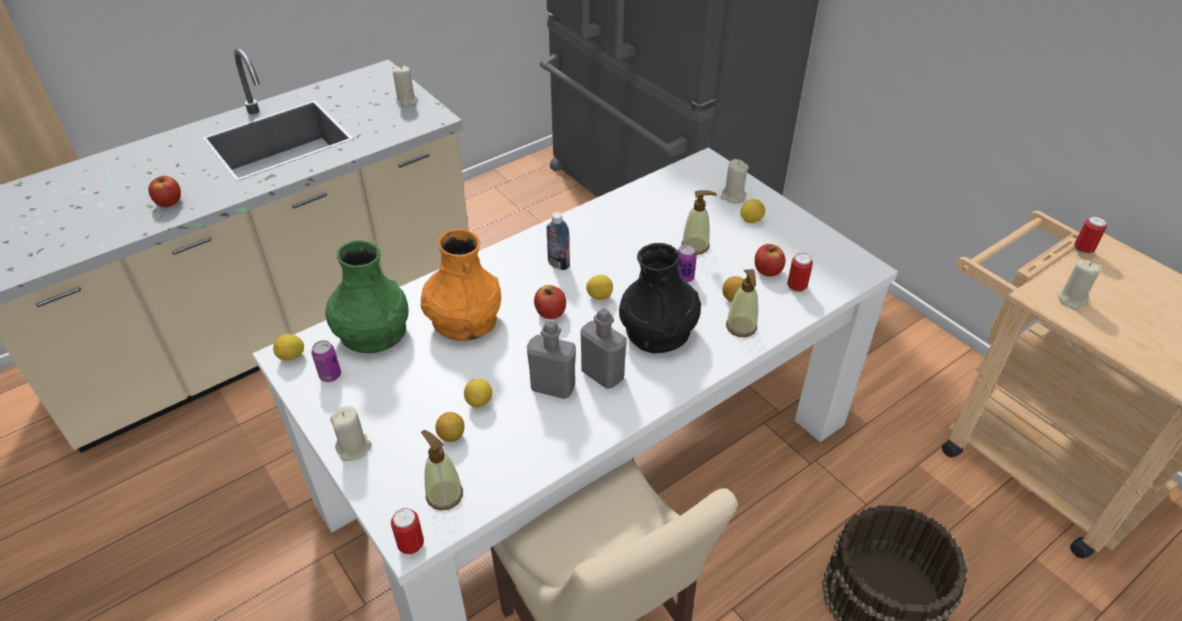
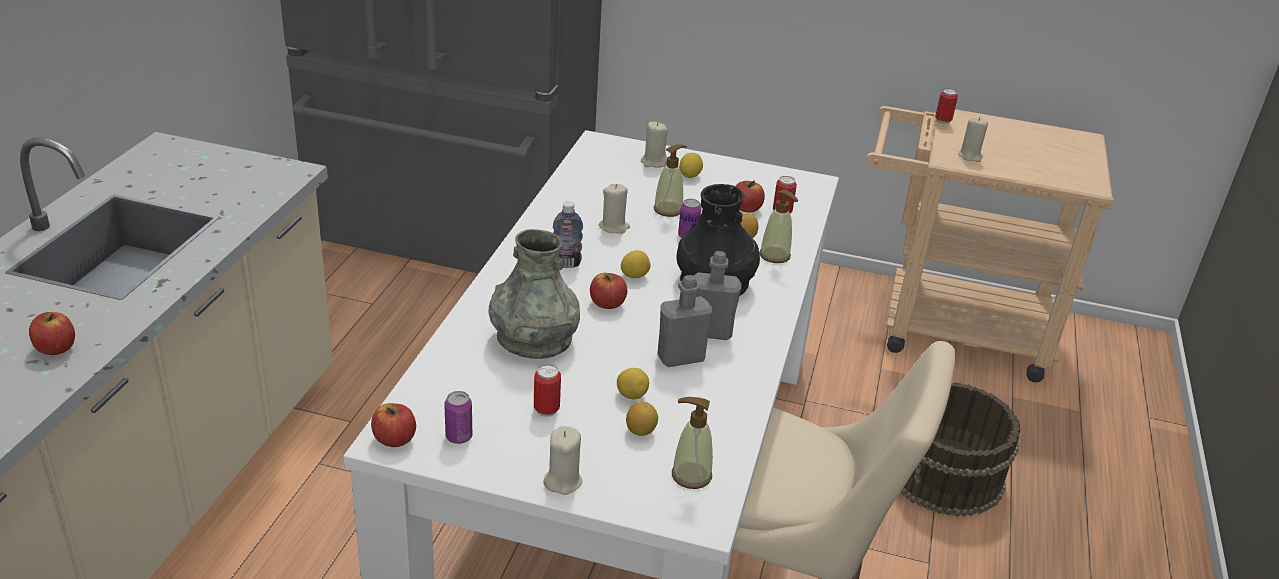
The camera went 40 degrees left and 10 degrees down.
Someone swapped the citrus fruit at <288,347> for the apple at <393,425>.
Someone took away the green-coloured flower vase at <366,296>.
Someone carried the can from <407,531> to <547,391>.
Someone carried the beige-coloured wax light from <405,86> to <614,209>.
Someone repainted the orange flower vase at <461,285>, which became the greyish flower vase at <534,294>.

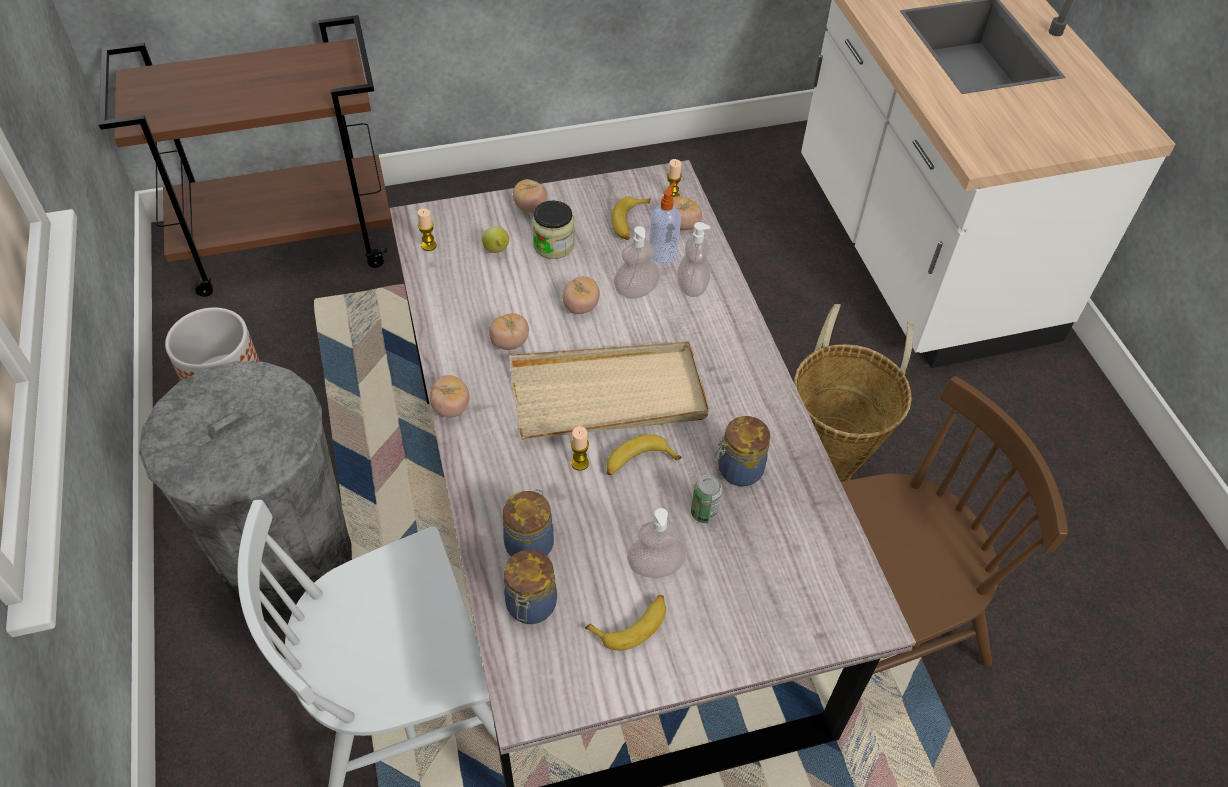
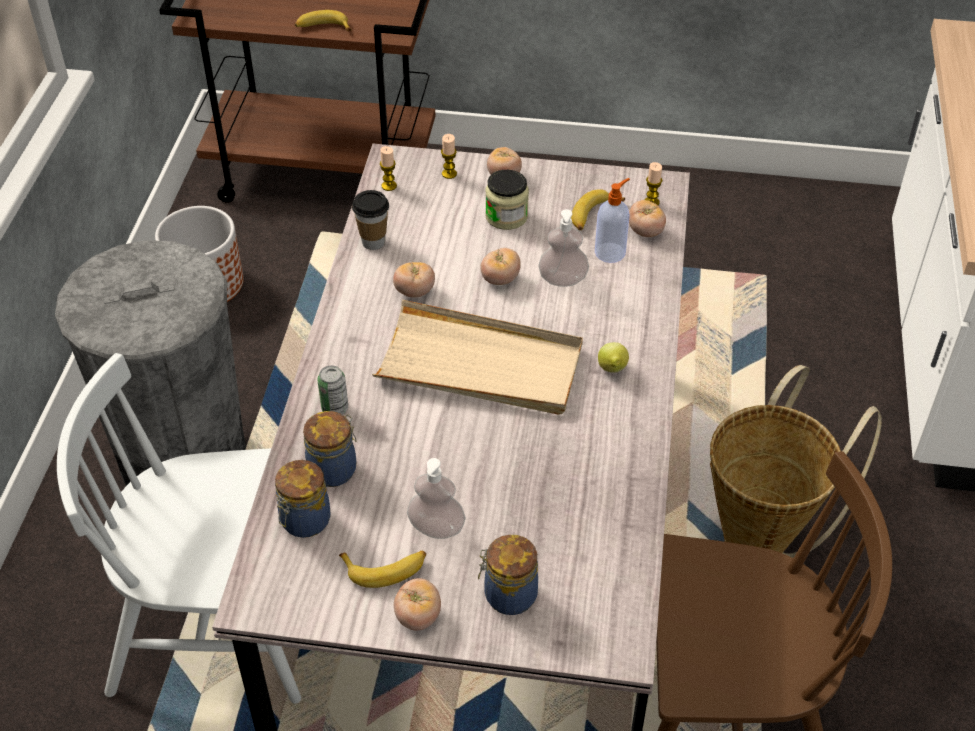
The camera went 25 degrees right and 5 degrees down.
Someone carried the tomato from <449,396> to <417,604>.
Someone carried the citrus fruit from <495,239> to <613,357>.
Someone carried the wax light from <580,448> to <449,156>.
Someone carried the banana from <644,454> to <323,20>.
Someone took away the soap dispenser at <693,259>.
Someone carried the can from <707,499> to <332,390>.
Someone carried the preserve jar from <742,451> to <508,575>.
Someone put down the drinking cup at <370,220>.

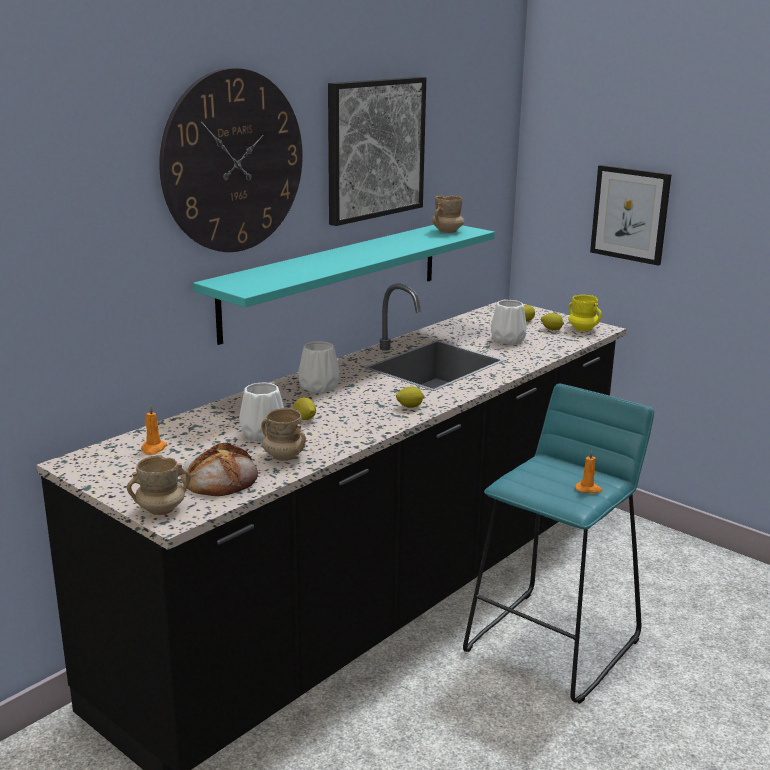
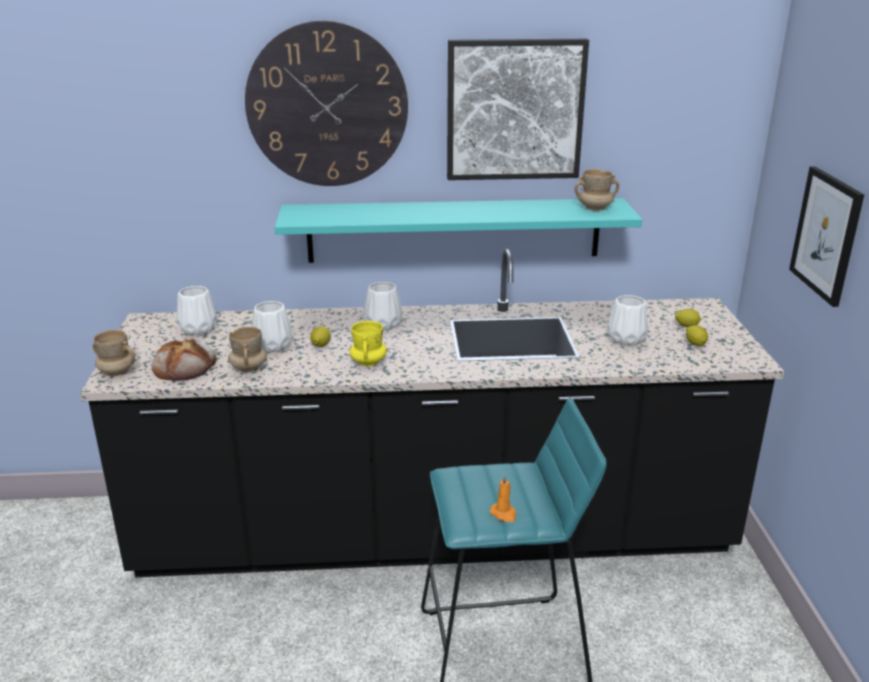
The camera went 45 degrees right and 5 degrees up.
Someone swapped the orange wax light at <154,429> for the white-coloured flower vase at <197,310>.
Someone took away the citrus fruit at <410,397>.
Someone carried the yellow-coloured mug from <585,313> to <368,343>.

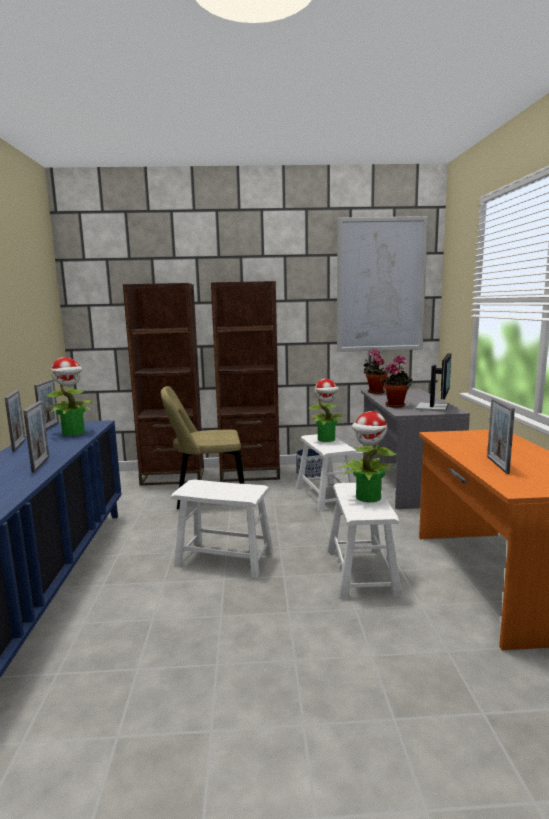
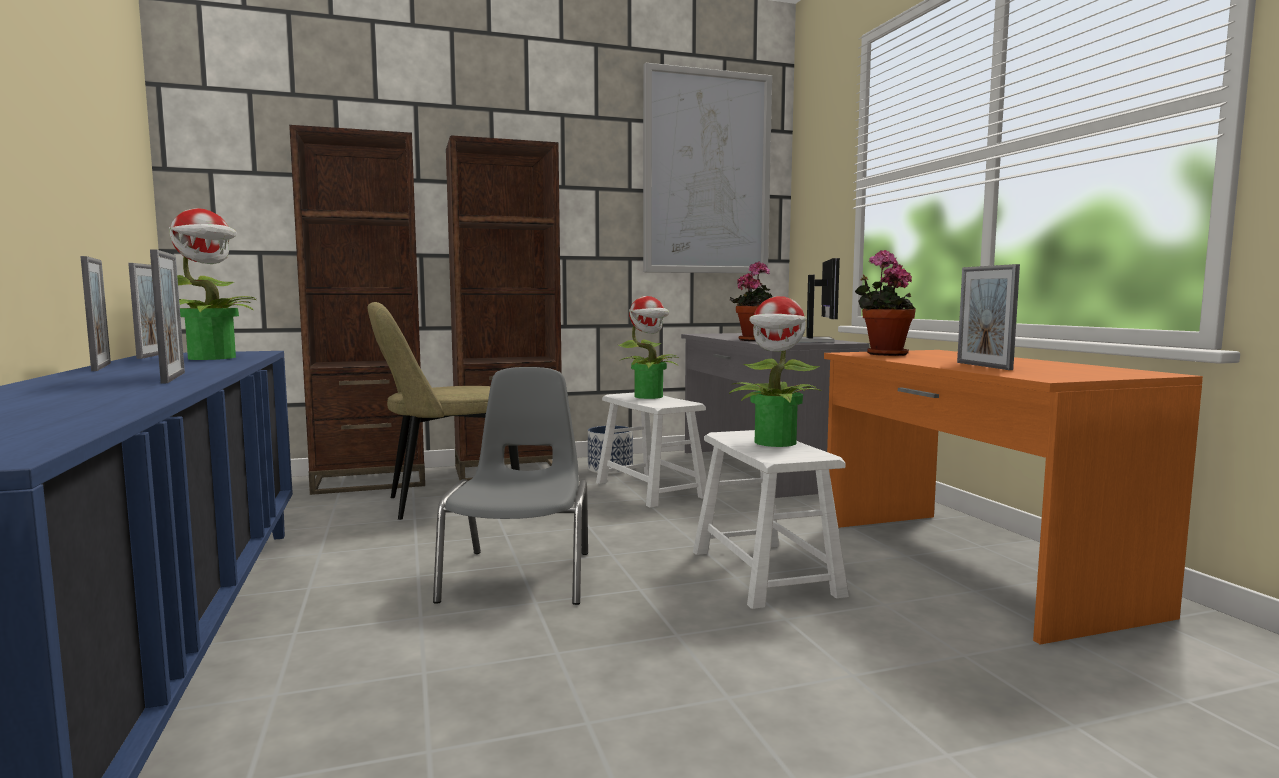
The camera went 15 degrees left and 5 degrees down.
Someone swapped the white-coloured stool at <222,529> for the greyish upright chair at <510,486>.
Someone carried the plant in a pot from <375,371> to <885,303>.

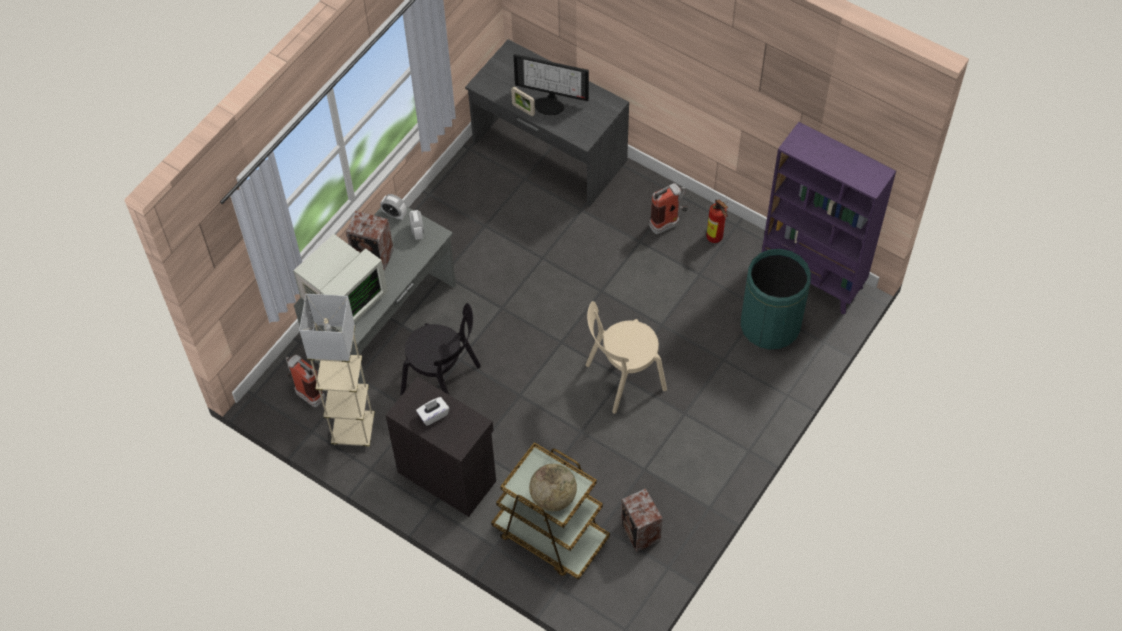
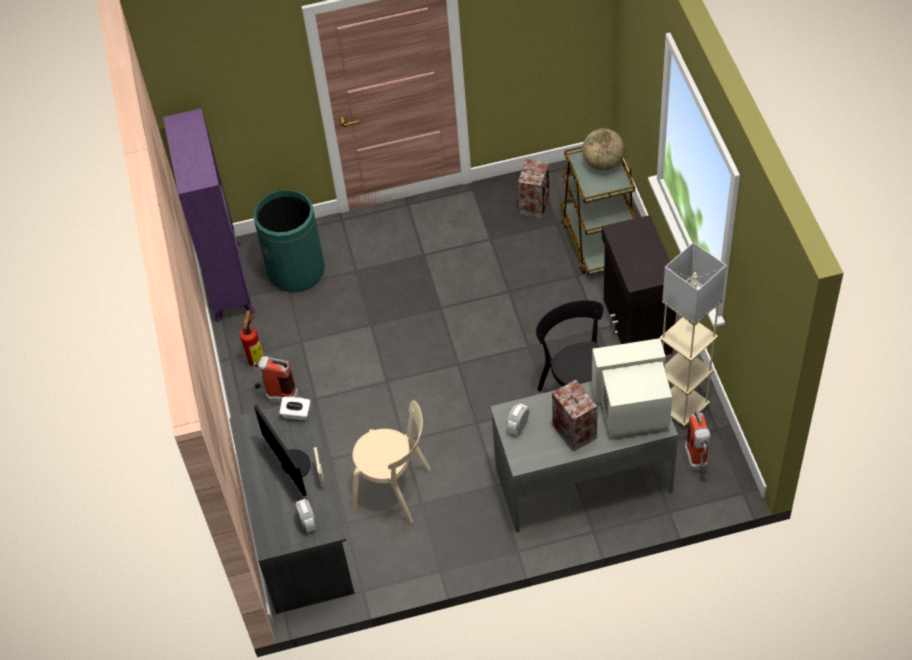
The camera went 135 degrees left and 5 degrees down.
Someone carried the bedside clock from <393,207> to <305,516>.
Someone carried the white-coloured tissue holder from <432,411> to <295,408>.
Someone carried the beige-coloured upright chair from <626,357> to <391,461>.

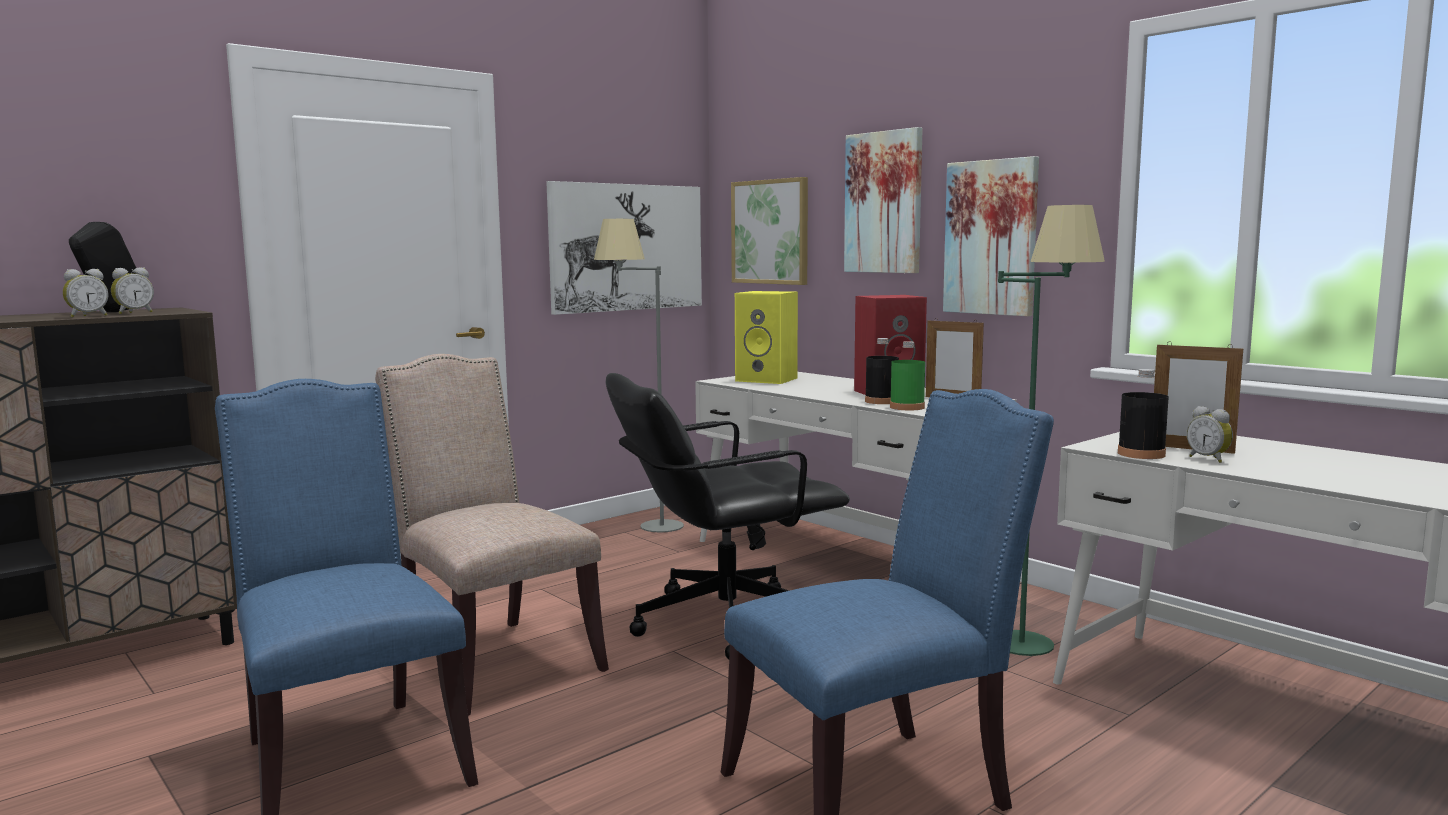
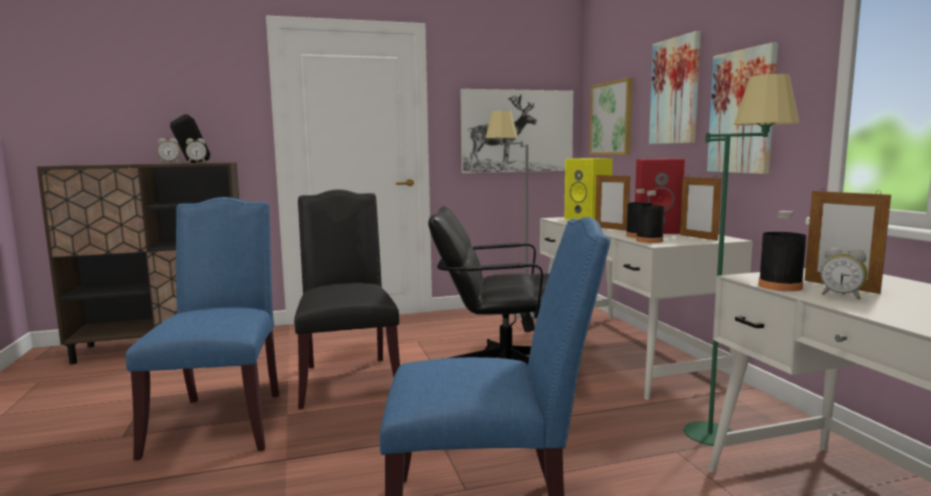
The camera went 25 degrees right and 0 degrees up.
Someone repainted the beige-coloured upright chair at <492,535>, which became the black-coloured upright chair at <347,299>.
Someone repainted the green-coloured beverage bottle at <907,375>, which became the black-coloured beverage bottle at <650,217>.
Someone rotated the bedside clock at <1210,434> by 45 degrees counterclockwise.
Someone put down the picture frame at <612,203>.

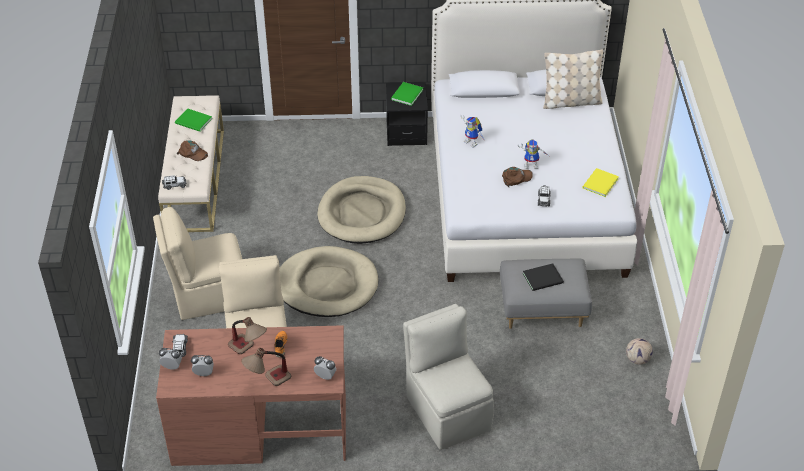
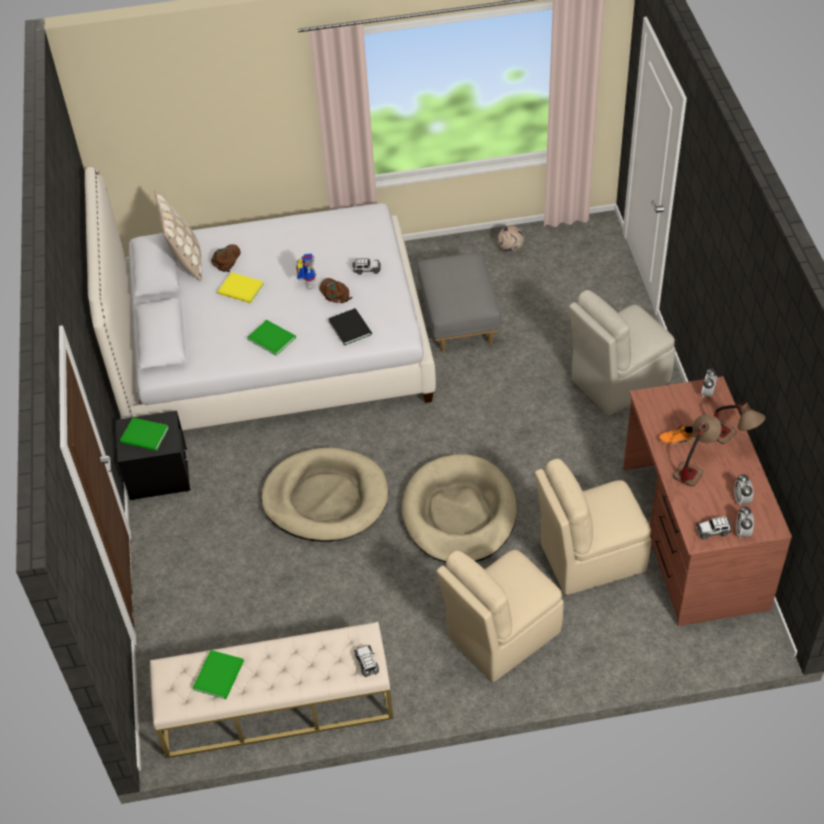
The camera went 95 degrees left and 5 degrees up.
Someone rotated the beige-coloured upright chair at <197,263> by 75 degrees clockwise.
Someone carried the brown-coloured peaked cap from <192,150> to <225,258>.
Someone swapped the toy robot at <472,131> for the green-coloured bound book at <271,338>.
Someone carried the black-coloured bound book from <543,277> to <350,326>.
Someone carried the yellow-coloured bound book from <600,182> to <240,287>.

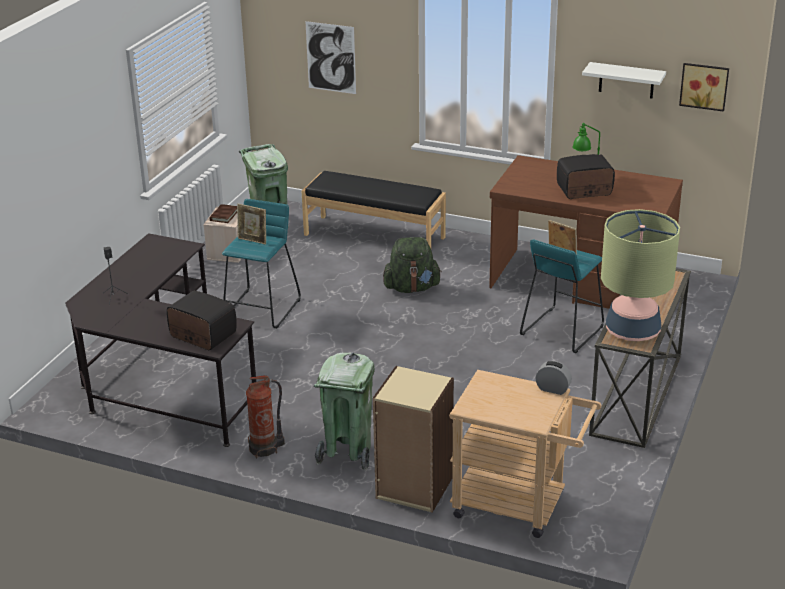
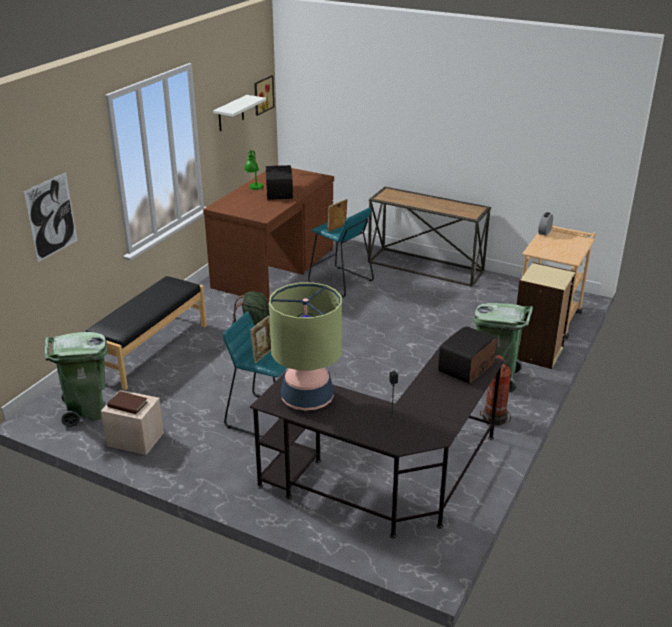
The camera went 85 degrees left and 0 degrees up.
Someone carried the lamp for a table from <640,275> to <305,346>.

